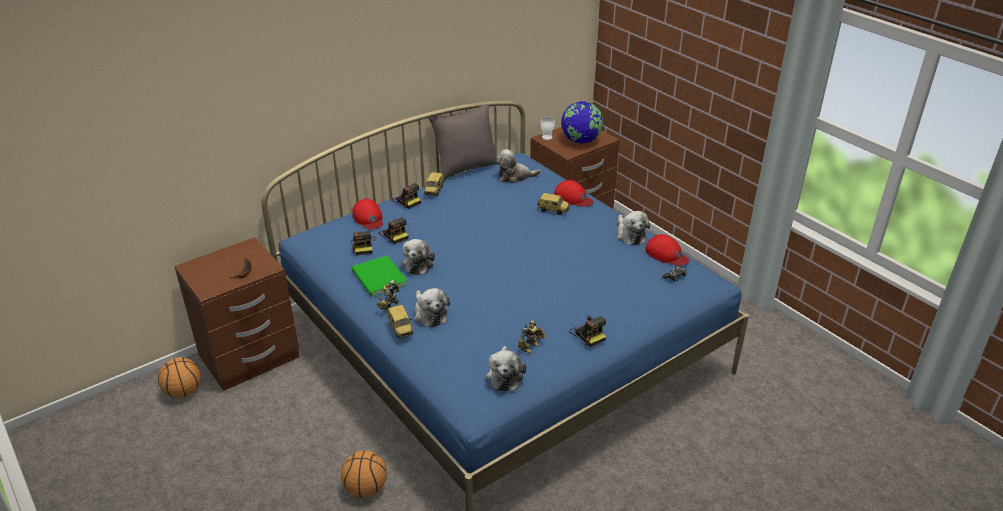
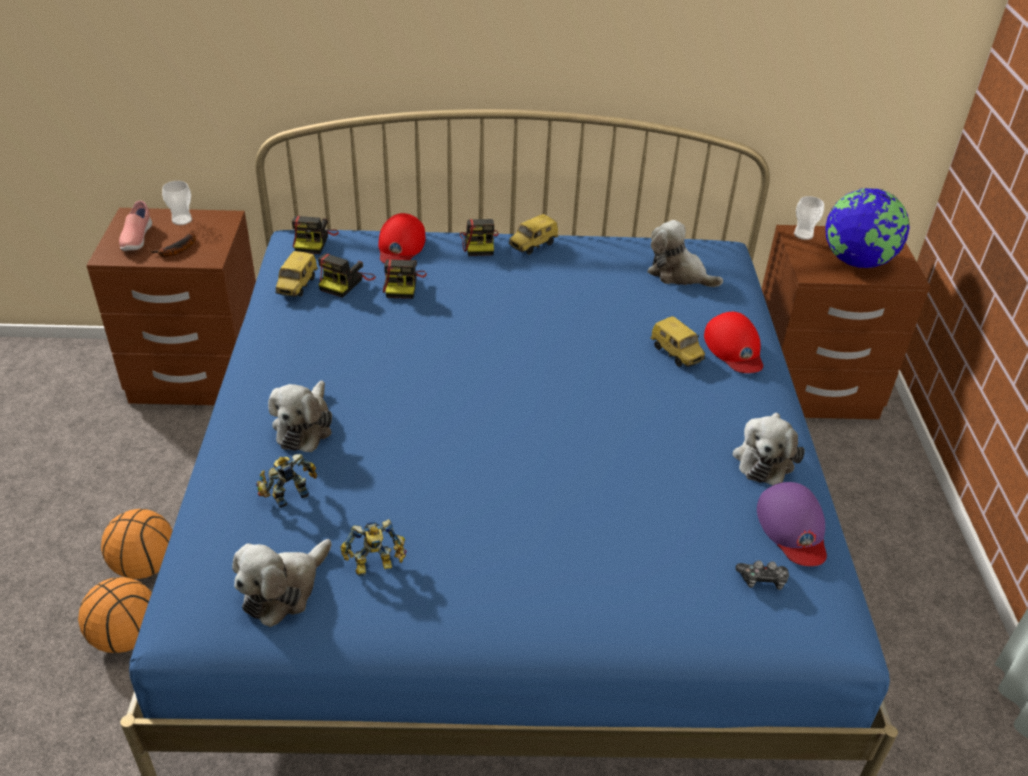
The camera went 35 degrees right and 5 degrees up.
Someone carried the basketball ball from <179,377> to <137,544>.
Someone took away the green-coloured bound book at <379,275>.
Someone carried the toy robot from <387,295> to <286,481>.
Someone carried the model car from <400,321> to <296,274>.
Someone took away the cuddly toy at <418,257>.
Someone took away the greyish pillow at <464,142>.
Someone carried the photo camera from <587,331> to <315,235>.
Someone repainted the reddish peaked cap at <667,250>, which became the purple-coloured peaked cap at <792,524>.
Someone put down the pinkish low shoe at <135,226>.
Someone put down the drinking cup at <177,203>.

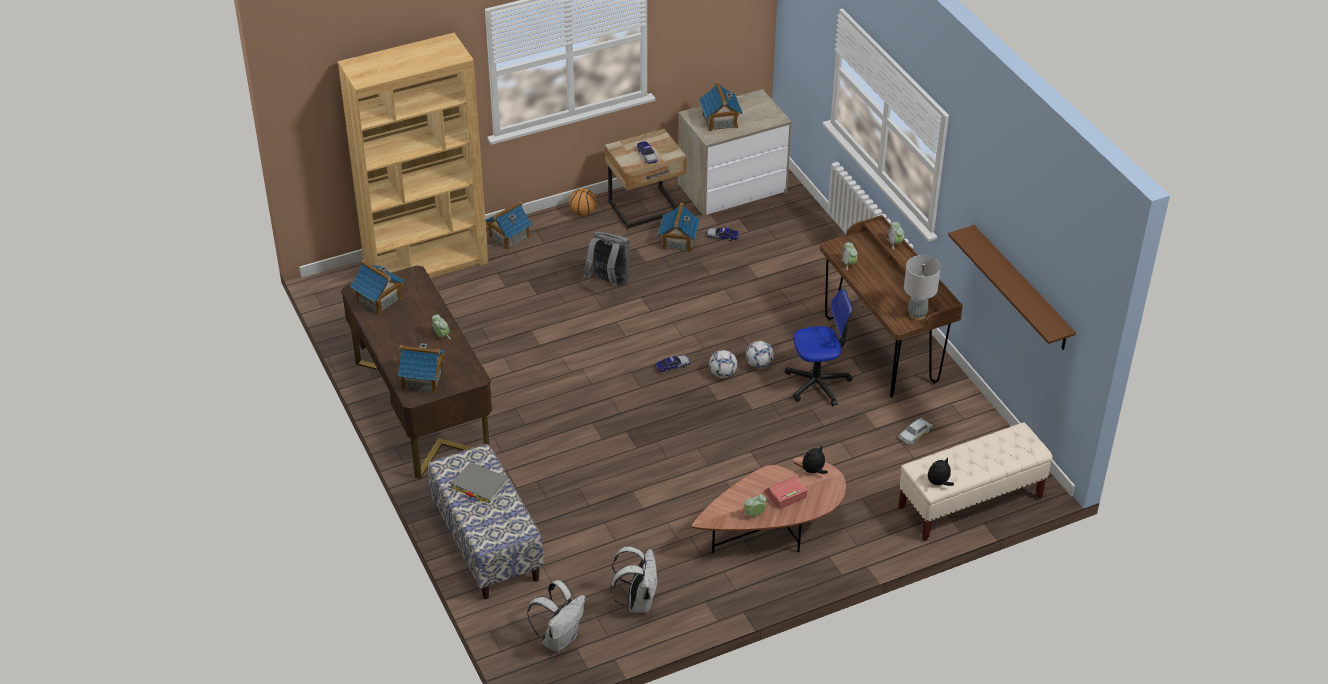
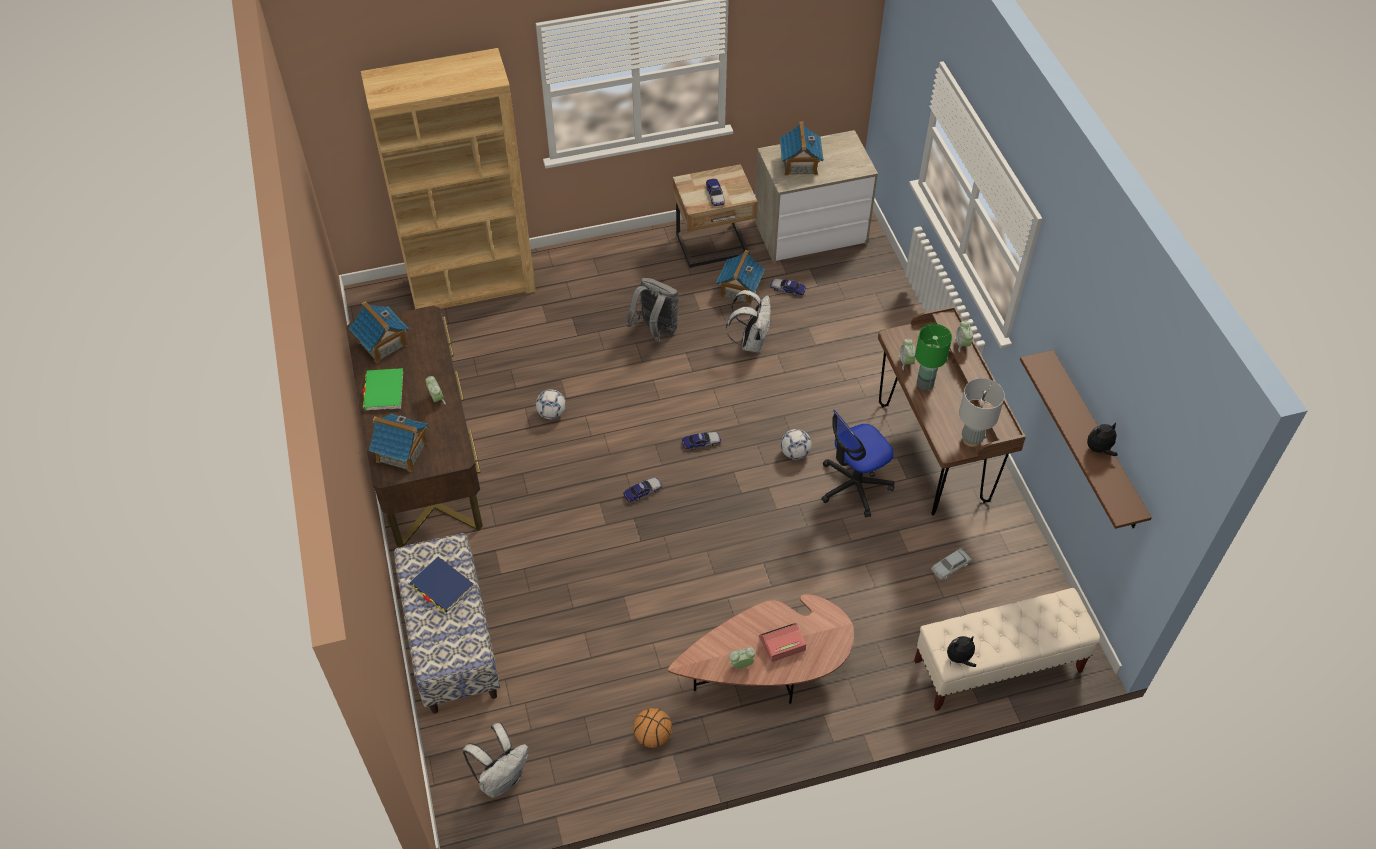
The camera went 10 degrees right and 10 degrees up.
Someone repainted the greyish bound book at <479,482>, which became the blue bound book at <442,585>.
Someone took away the model house at <508,225>.
Someone carried the basketball ball from <583,202> to <652,728>.
Someone carried the white-coloured knapsack from <634,579> to <748,321>.
Someone carried the football from <723,364> to <551,404>.
Someone rotated the desk chair at <818,348> by 150 degrees clockwise.
Someone carried the cuddly toy from <815,460> to <1102,439>.
Someone put down the green-coloured bound book at <383,389>.
Someone put down the model car at <642,489>.
Someone put down the green-coloured lamp for a table at <933,357>.

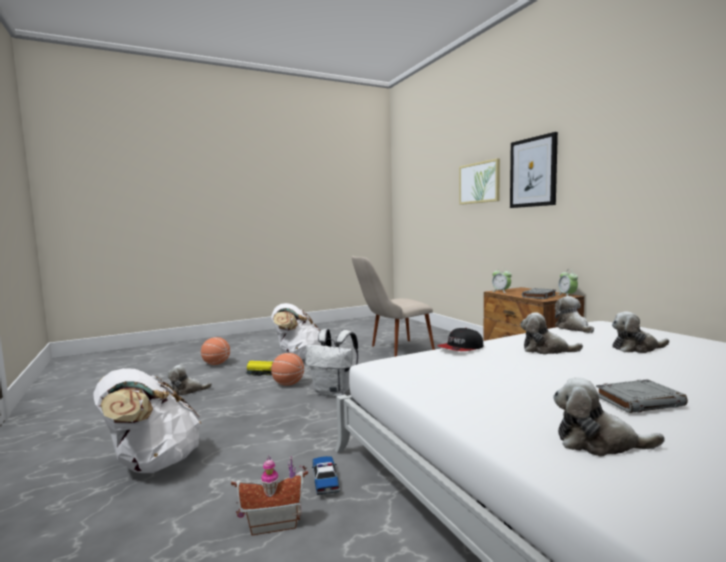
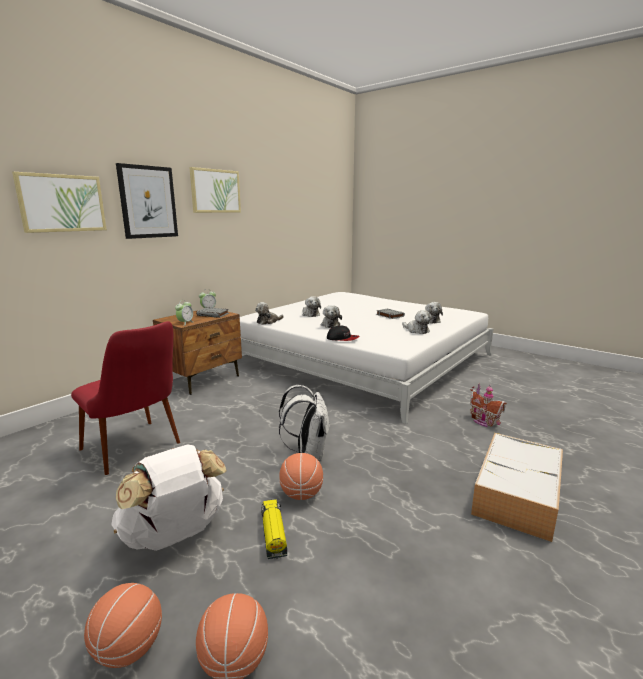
The camera went 115 degrees left and 10 degrees up.
Someone swapped the white-coloured knapsack at <147,420> for the storage box at <517,487>.
Someone carried the cuddly toy from <190,380> to <417,322>.
Someone took away the model car at <326,475>.
Someone repainted the beige-coloured upright chair at <393,306>, which became the reddish upright chair at <125,398>.
Someone put down the basketball ball at <123,625>.
Someone put up the wall art at <215,190>.

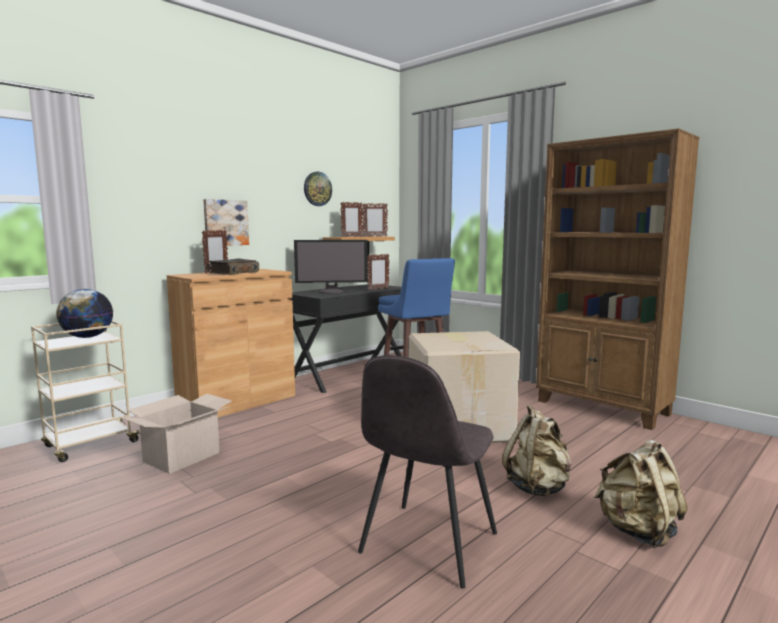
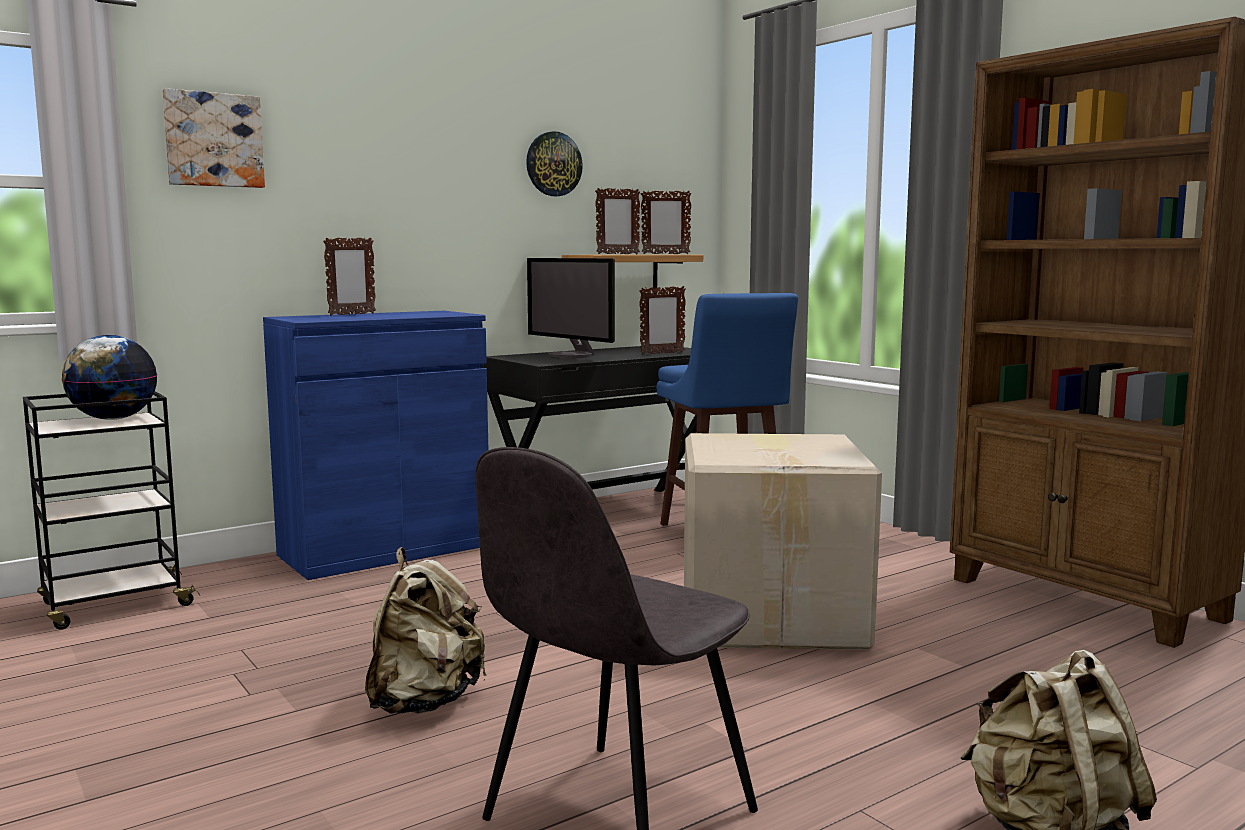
The camera went 10 degrees right and 0 degrees up.
Someone repainted the beige-coloured trolley at <85,391>, which became the black-coloured trolley at <111,510>.
Someone took away the cardboard box at <176,434>.
Someone repainted the brown-coloured cabinet at <231,343>, which became the blue cabinet at <375,445>.
Someone carried the wall art from <226,222> to <214,138>.
Someone took away the bound book at <234,266>.
Someone rotated the computer screen at <331,267> by 45 degrees clockwise.
Someone carried the beige-coloured knapsack from <537,450> to <426,630>.

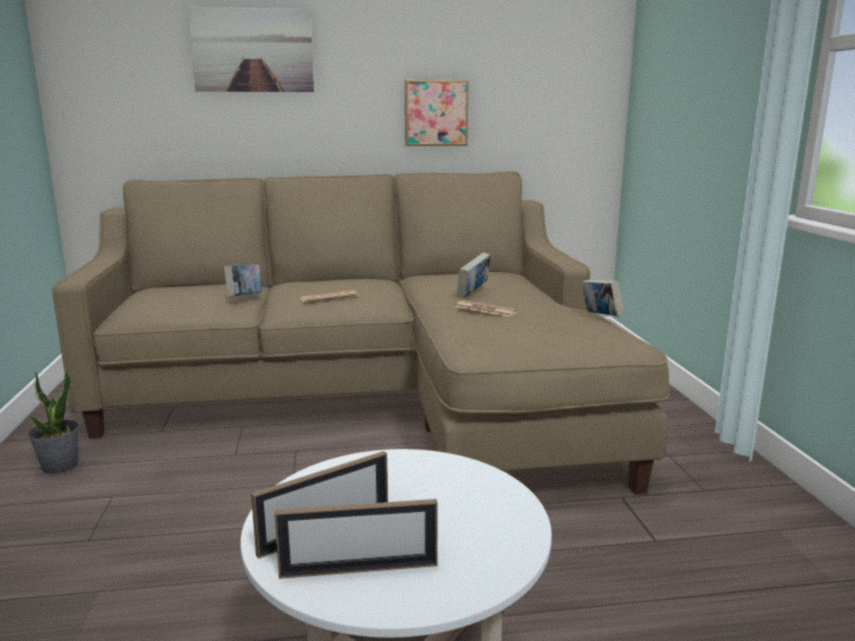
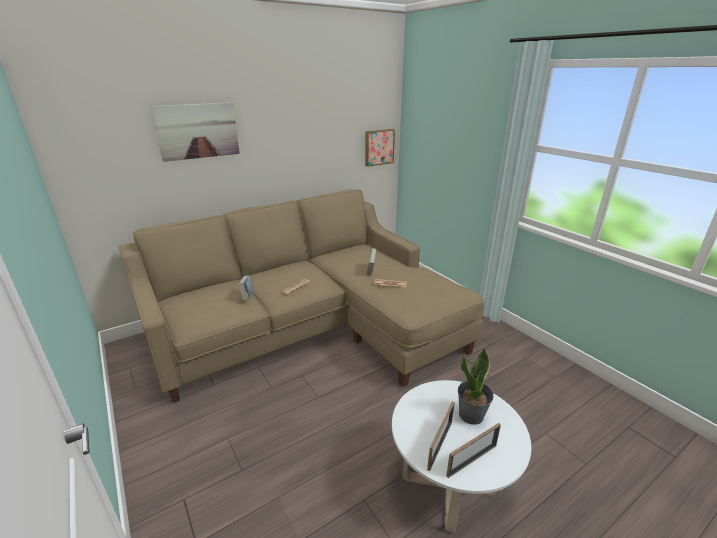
The camera went 25 degrees left and 10 degrees up.
Someone carried the plant in a pot from <53,421> to <476,386>.
Someone carried the wall art from <437,113> to <380,148>.
Someone took away the bound book at <603,298>.

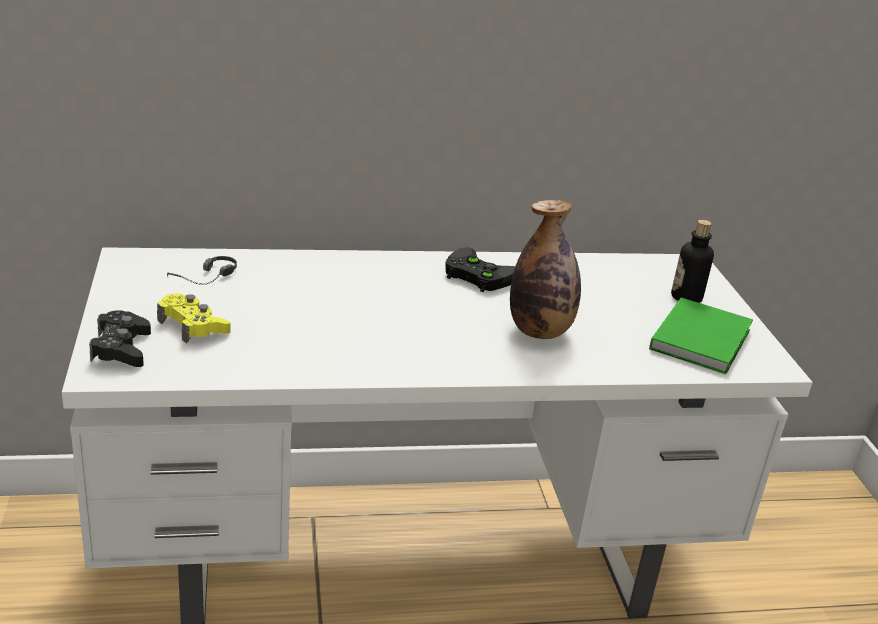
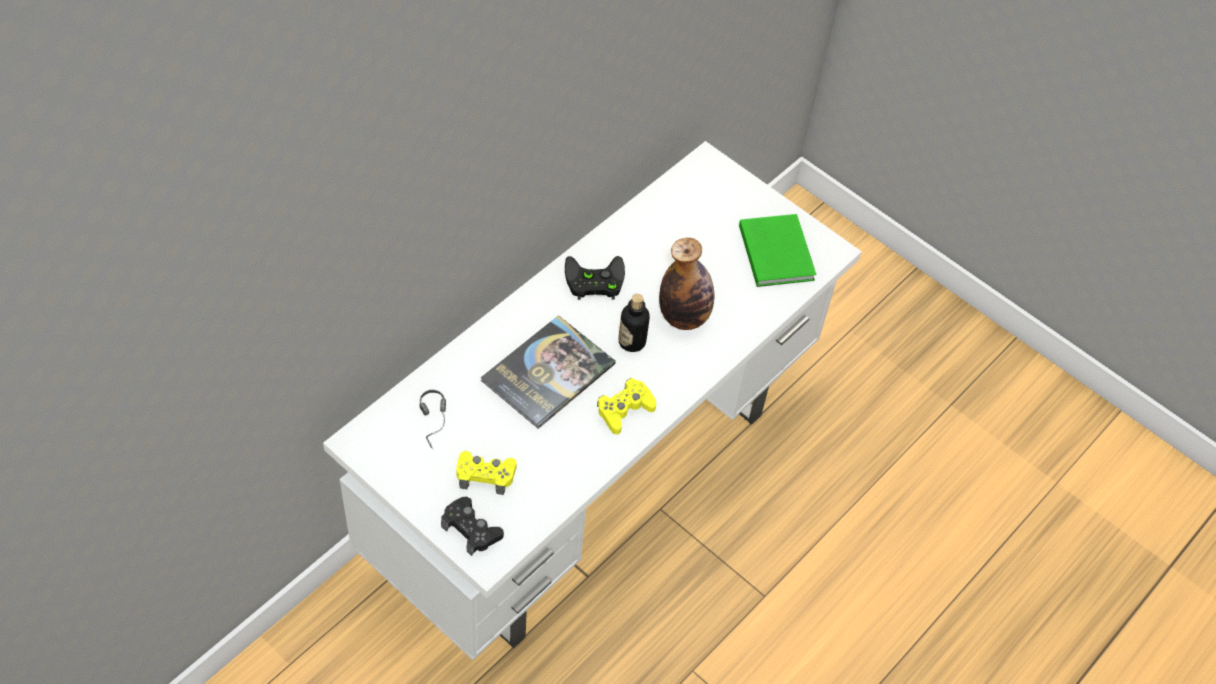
The camera went 40 degrees left and 25 degrees up.
Someone carried the beverage bottle from <692,261> to <634,323>.
Someone put down the bound book at <548,372>.
Someone put down the yellow-coloured game controller at <626,406>.

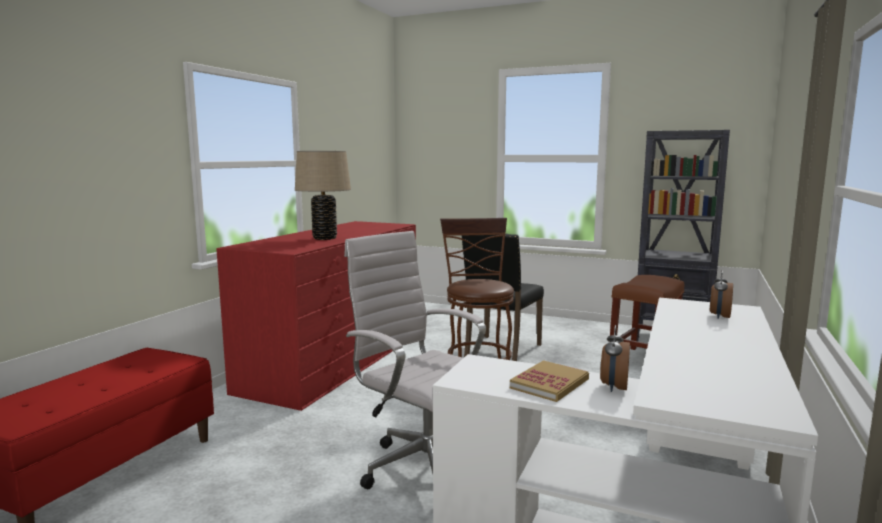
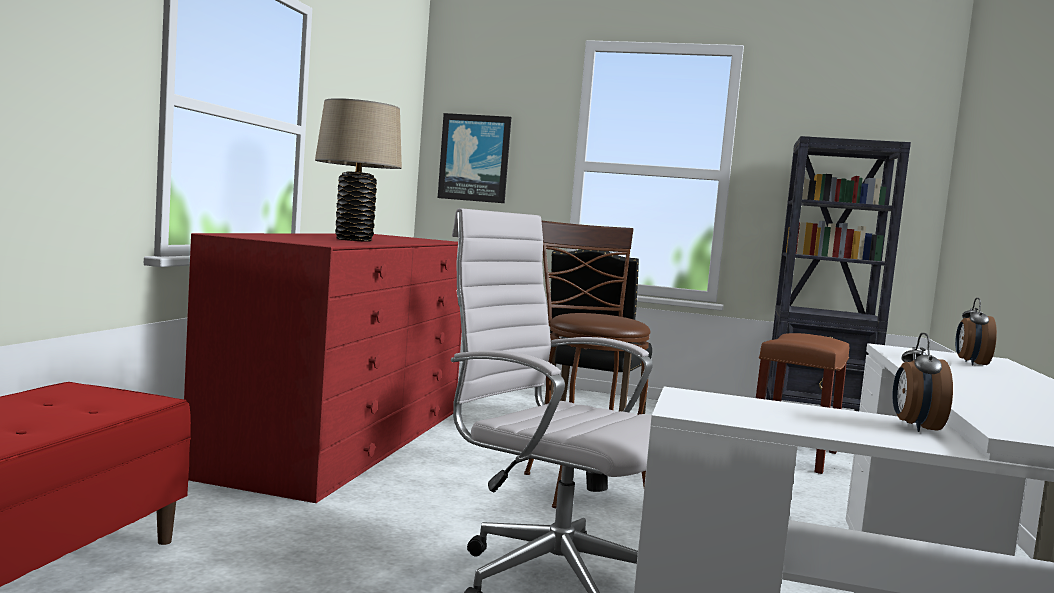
The camera went 10 degrees left and 5 degrees down.
Someone took away the bound book at <549,381>.
Someone put up the wall art at <474,158>.

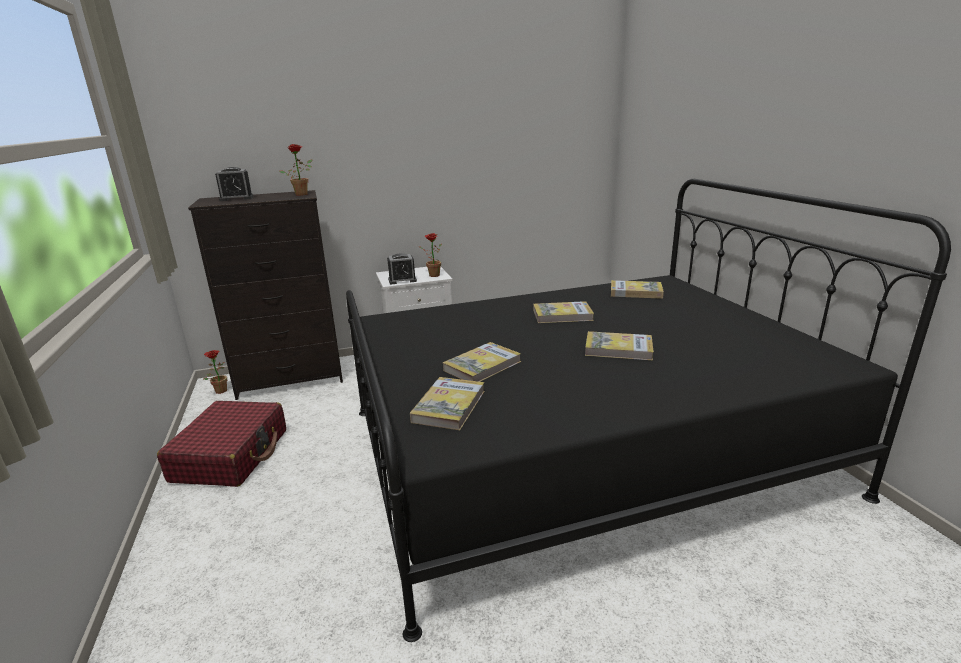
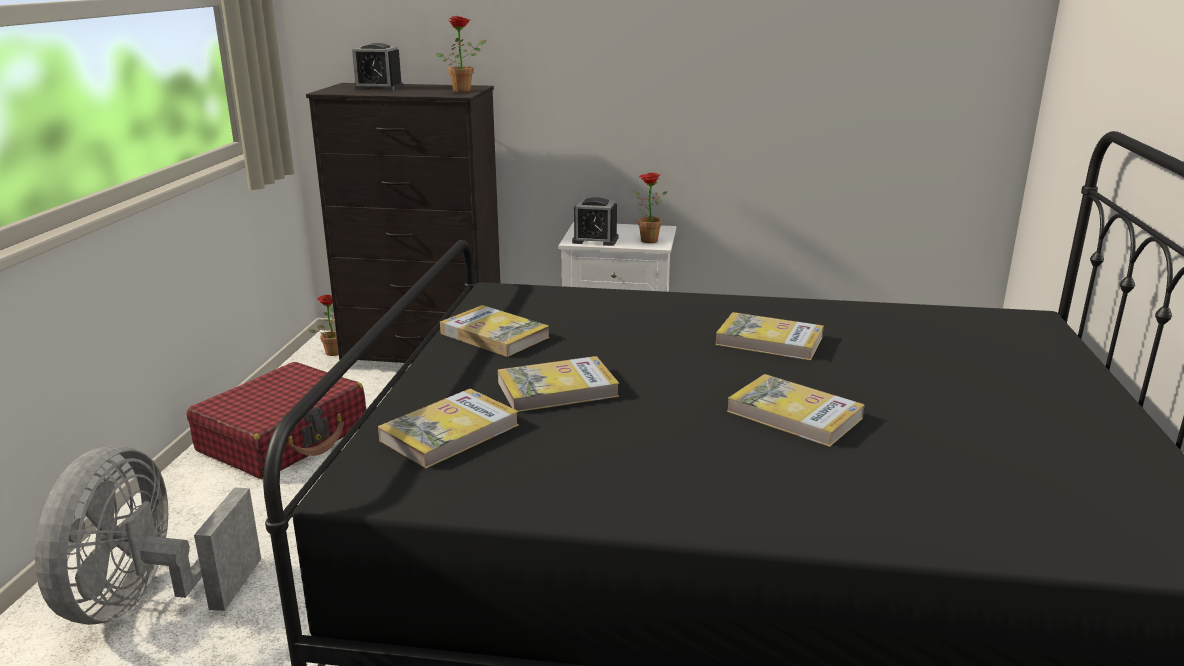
The camera went 25 degrees right and 0 degrees up.
Someone carried the bound book from <637,289> to <495,331>.
Someone put down the greyish electric fan at <148,535>.

